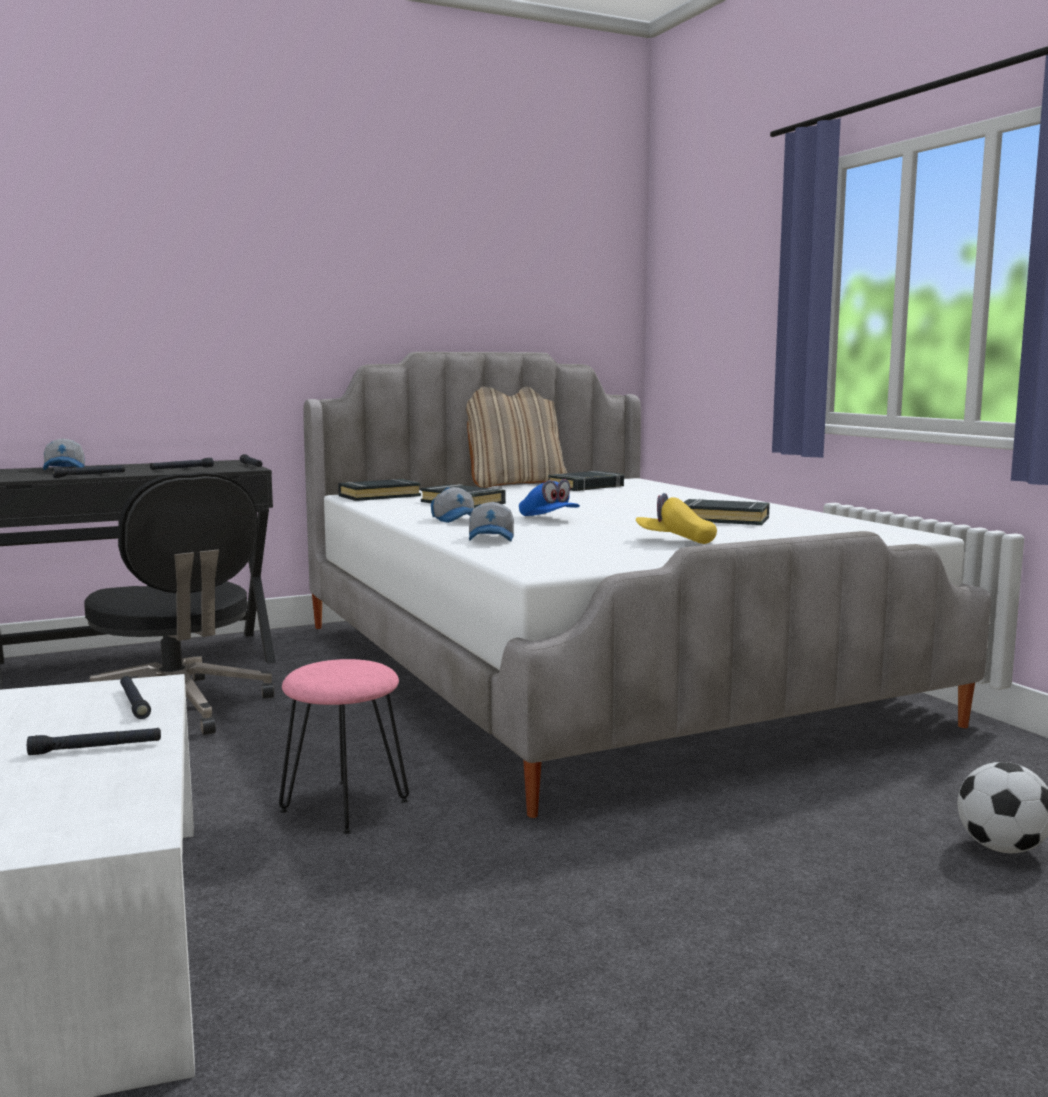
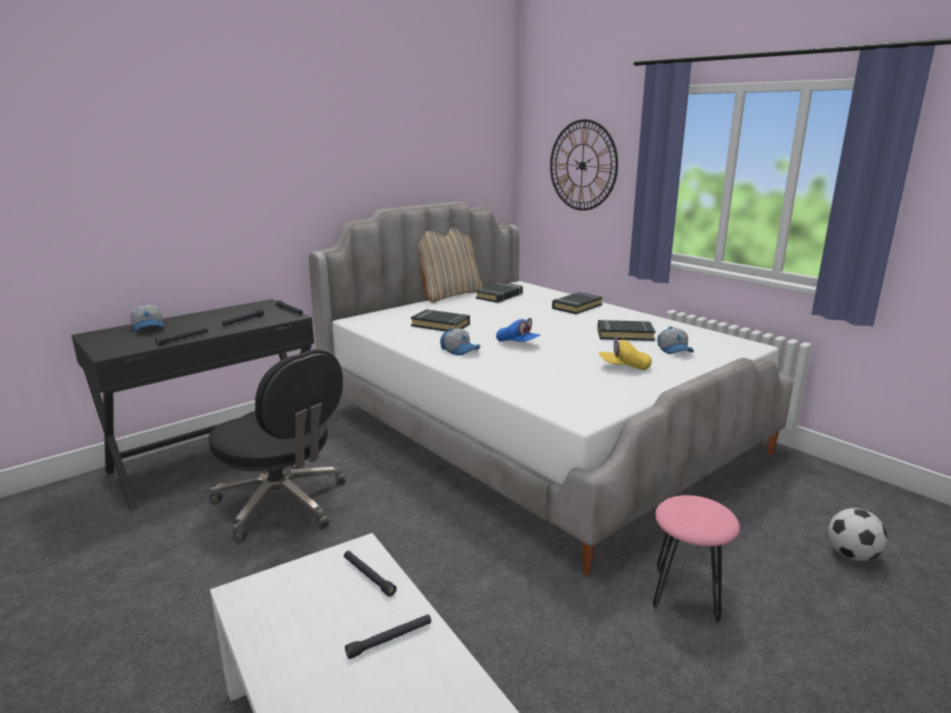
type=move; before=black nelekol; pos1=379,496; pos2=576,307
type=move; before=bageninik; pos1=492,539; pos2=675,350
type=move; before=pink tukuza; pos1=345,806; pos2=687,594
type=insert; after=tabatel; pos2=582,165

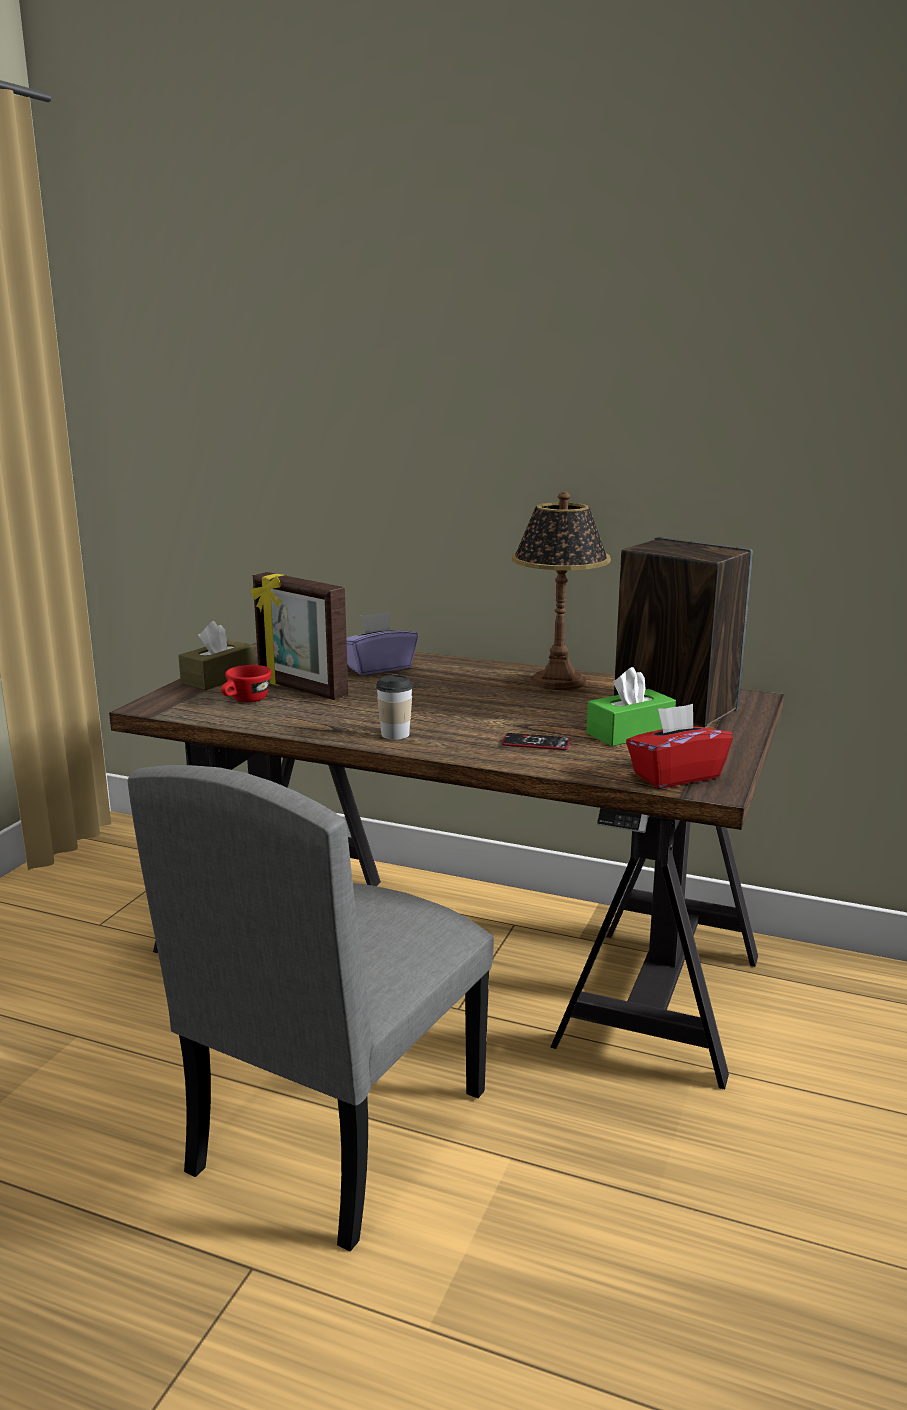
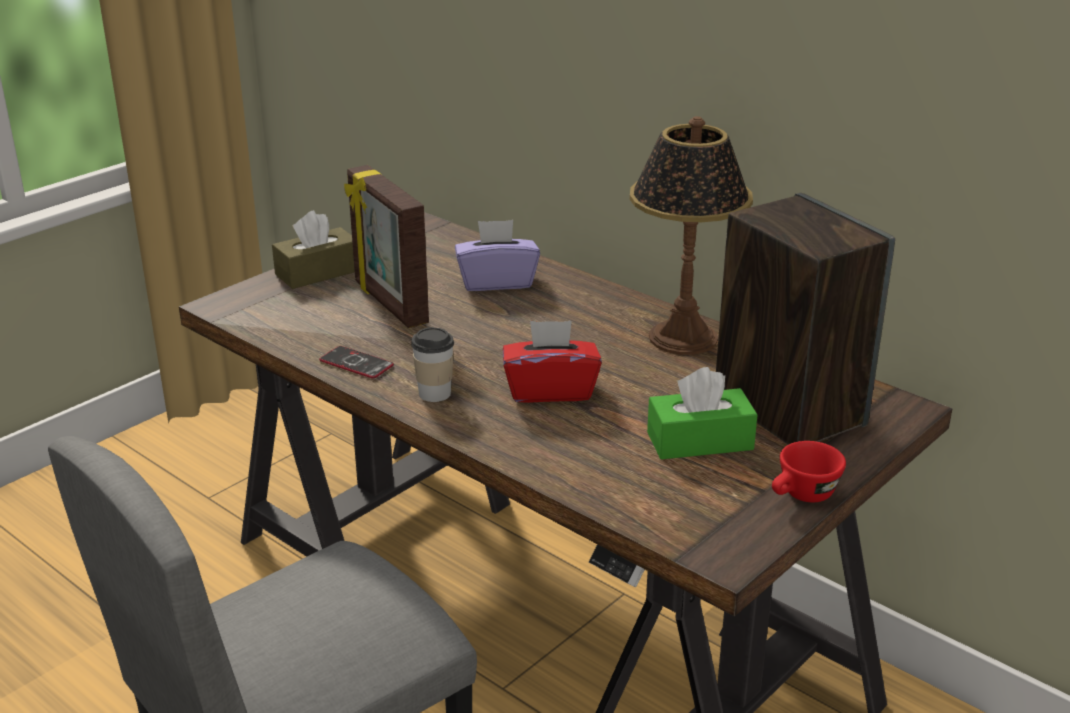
type=move; before=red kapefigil; pos1=245,701; pos2=802,496
type=move; before=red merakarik; pos1=675,776; pos2=550,390
type=move; before=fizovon; pos1=536,743; pos2=356,363

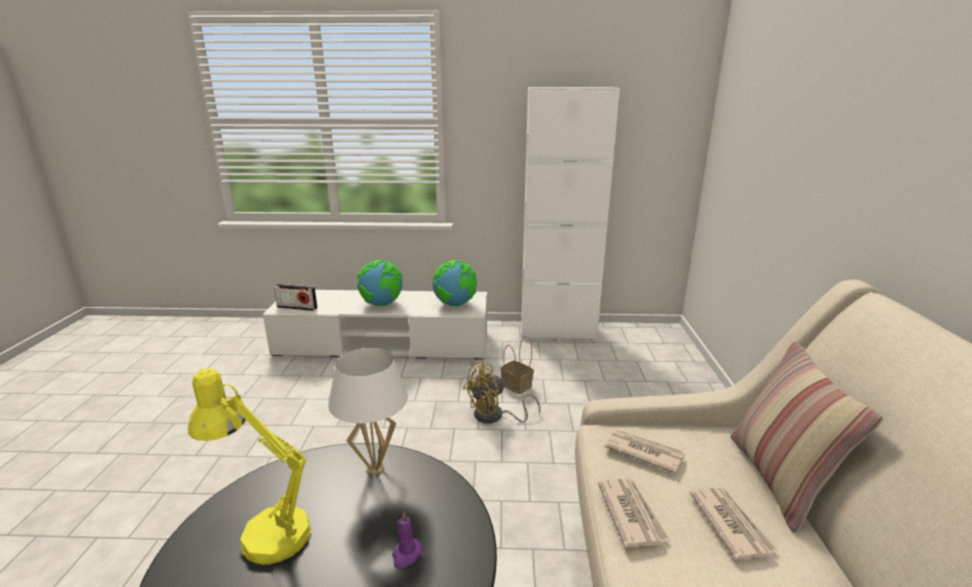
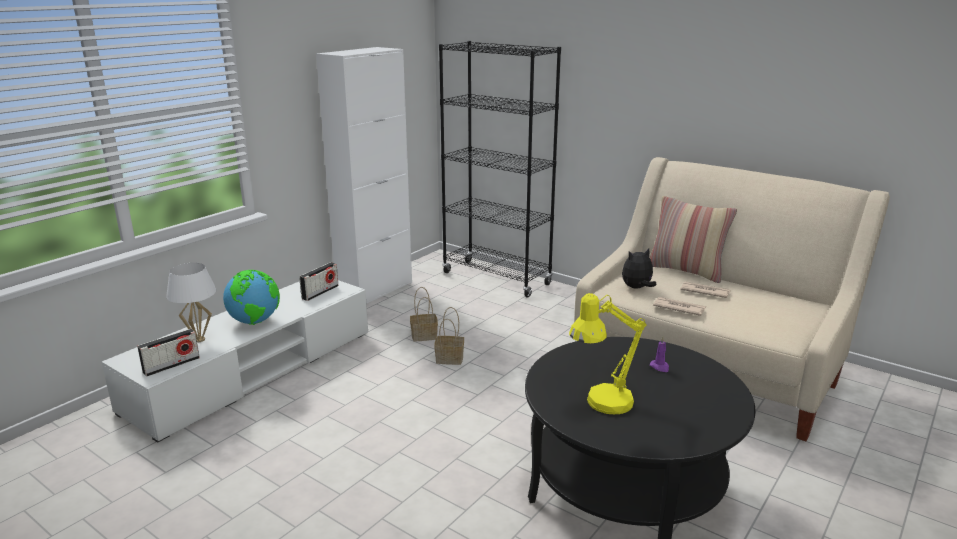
type=replace; before=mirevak; after=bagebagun; pos1=455,305; pos2=320,292
type=move; before=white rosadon; pos1=375,469; pos2=199,340
type=replace; before=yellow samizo; after=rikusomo; pos1=495,416; pos2=450,359
type=replace; before=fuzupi; after=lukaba; pos1=643,452; pos2=637,288
type=insert; after=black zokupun; pos2=496,278

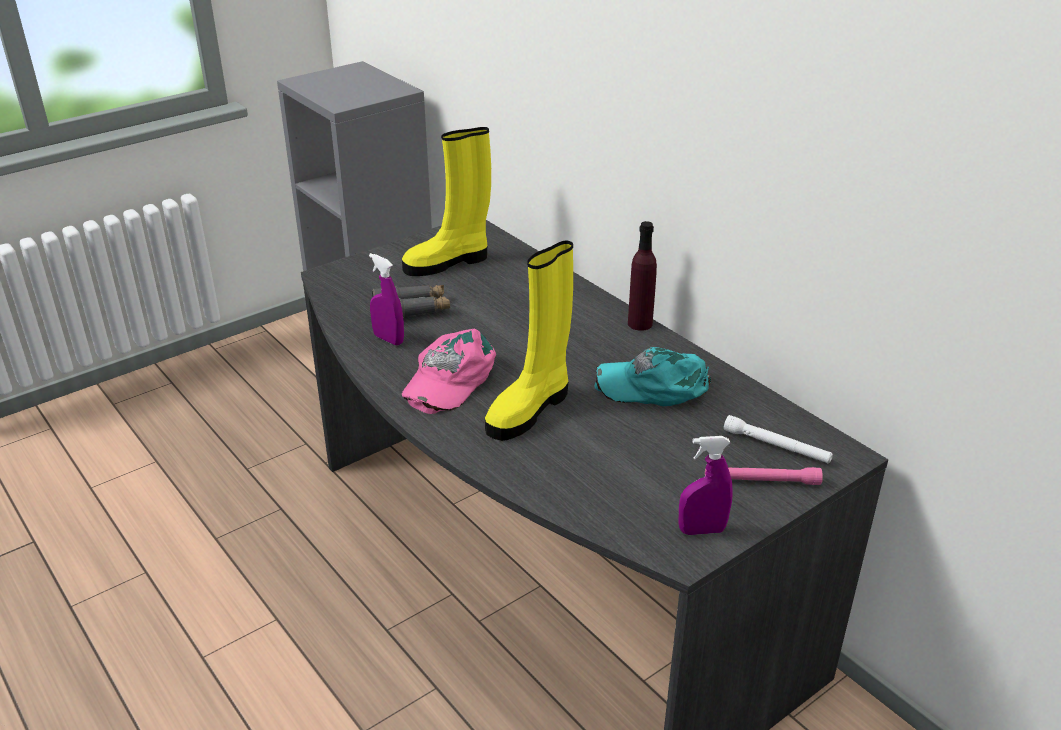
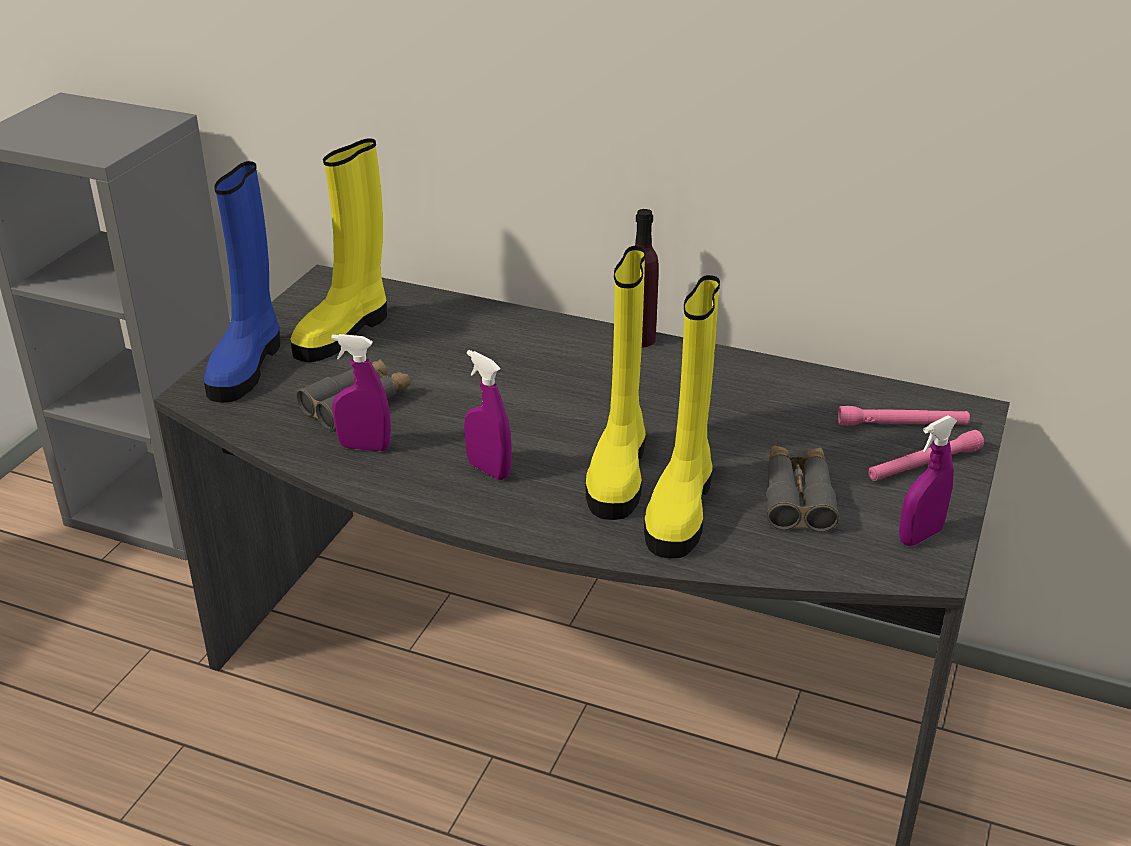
type=replace; before=pink bageninik; after=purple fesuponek; pos1=448,379; pos2=488,470
type=delete; before=turquoise bageninik; pos1=654,385
type=recolor; before=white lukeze; after=pink lukeze; pos1=776,446; pos2=902,424
type=insert; after=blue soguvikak; pos2=247,366
type=insert; after=yellow soguvikak; pos2=681,509
type=insert; after=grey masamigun; pos2=798,497

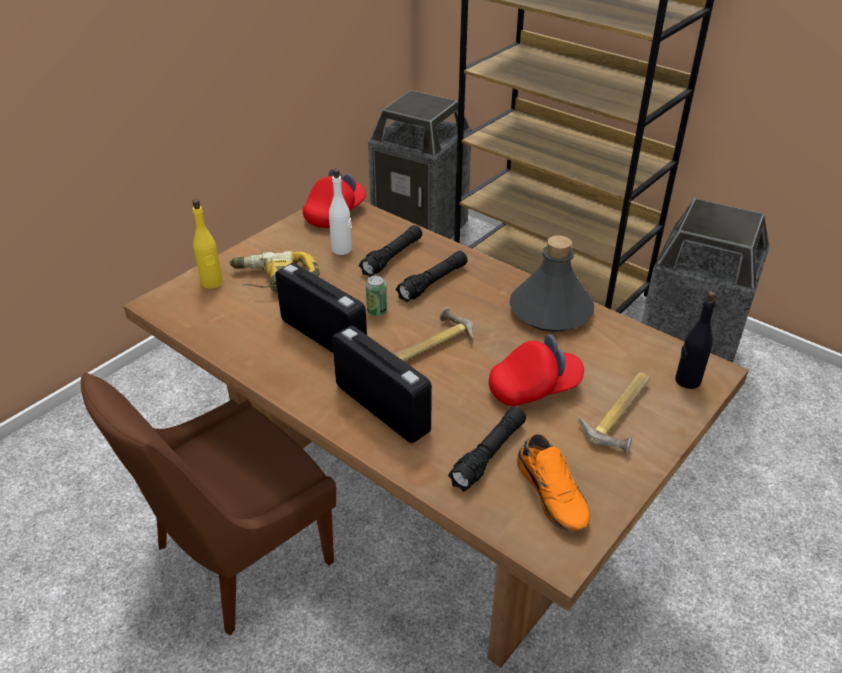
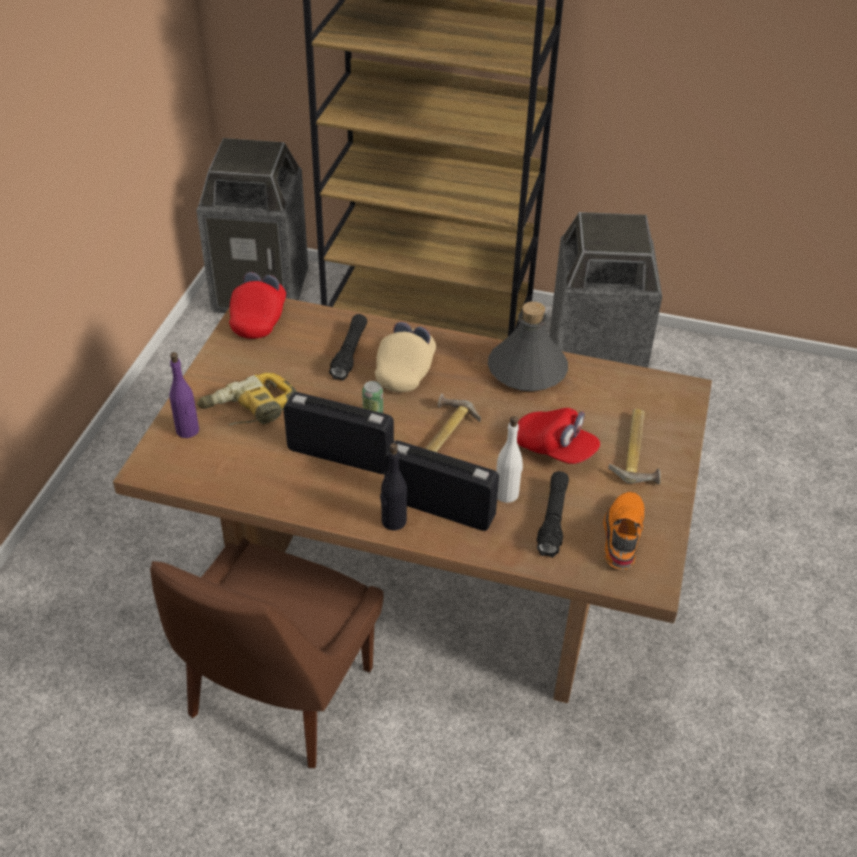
type=move; before=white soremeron; pos1=342,249; pos2=507,494
type=recolor; before=yellow soremeron; after=purple soremeron; pos1=212,282; pos2=188,430
type=replace; before=black lukeze; after=beige bageninik; pos1=433,283; pos2=405,370
type=move; before=black soremeron; pos1=687,380; pos2=393,521
type=rotate; before=red bageninik; pos1=534,388; pos2=555,449; turn=75
type=rotate; before=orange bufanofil; pos1=553,493; pos2=621,535; turn=-120

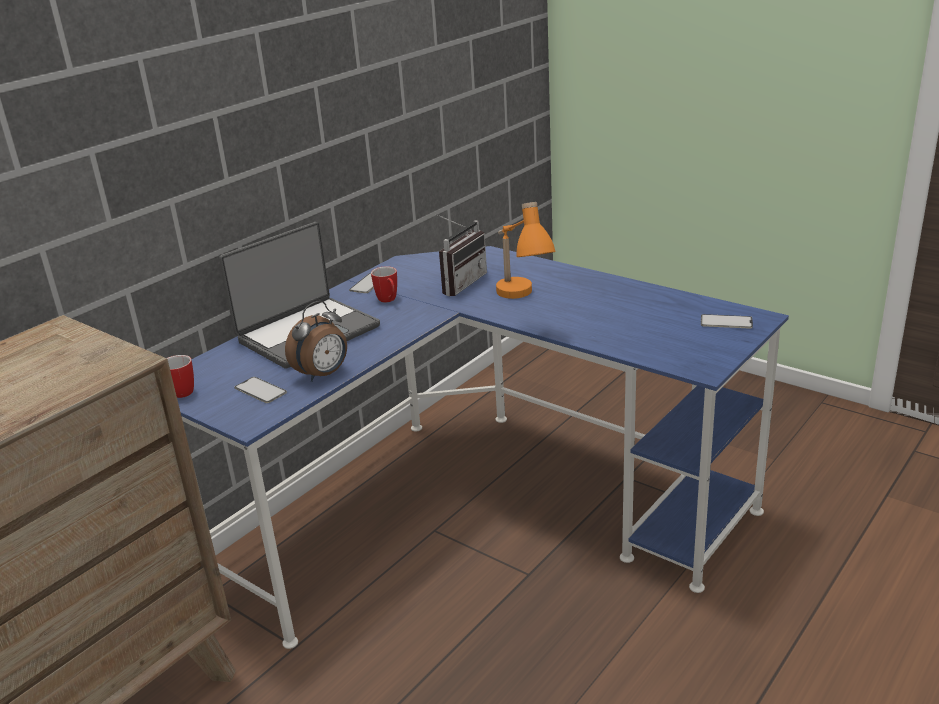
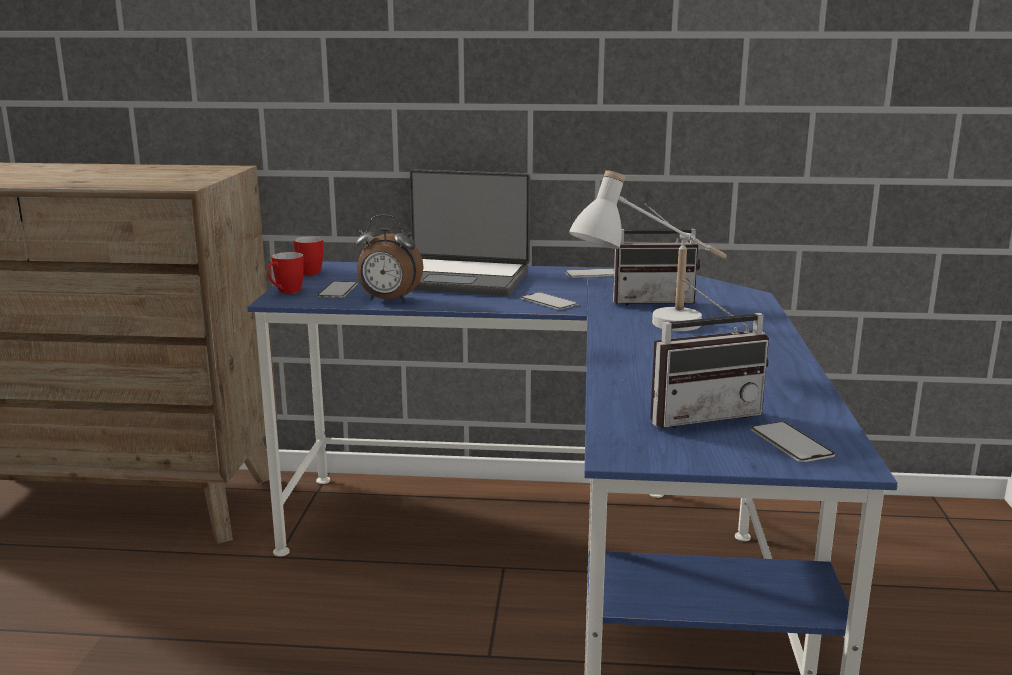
type=recolor; before=orange rosadon; after=white rosadon; pos1=520,302; pos2=654,331
type=move; before=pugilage; pos1=388,301; pos2=285,292
type=insert; after=bagebagun; pos2=700,414
type=insert; after=fizovon; pos2=549,301

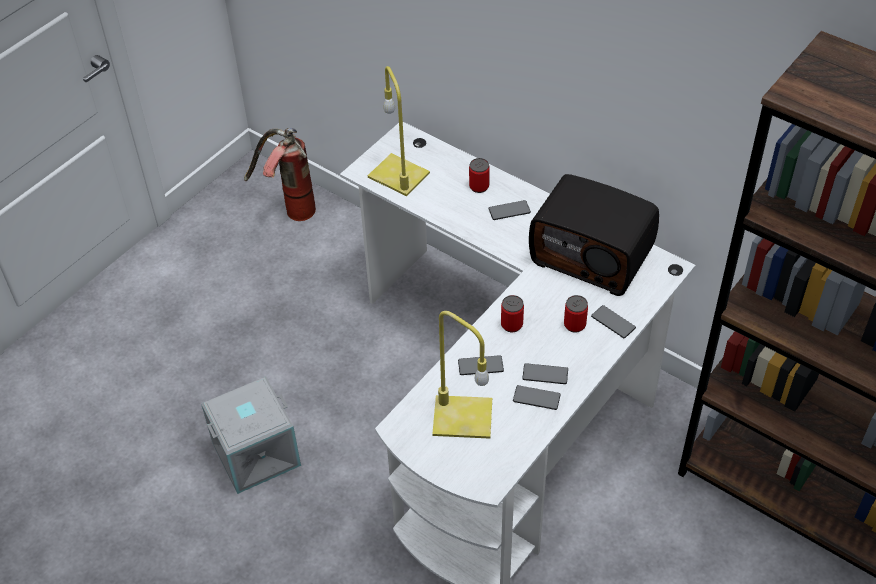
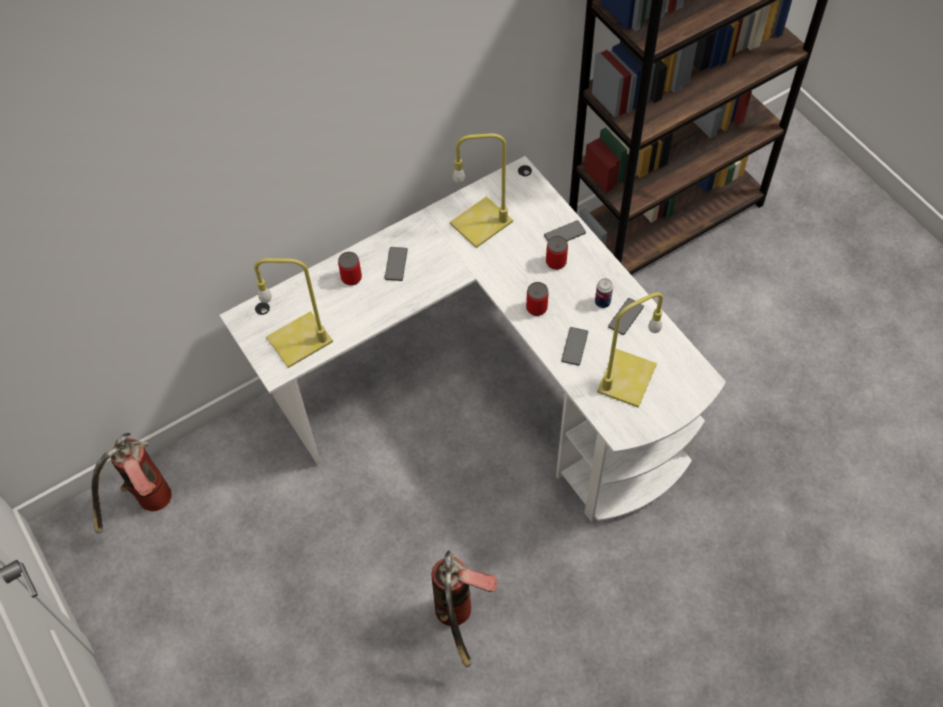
type=replace; before=bagebagun; after=yellow rosadon; pos1=592,255; pos2=482,221
type=replace; before=fizovon; after=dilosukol; pos1=545,374; pos2=602,302
type=replace; before=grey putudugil; after=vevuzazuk; pos1=256,452; pos2=460,622

